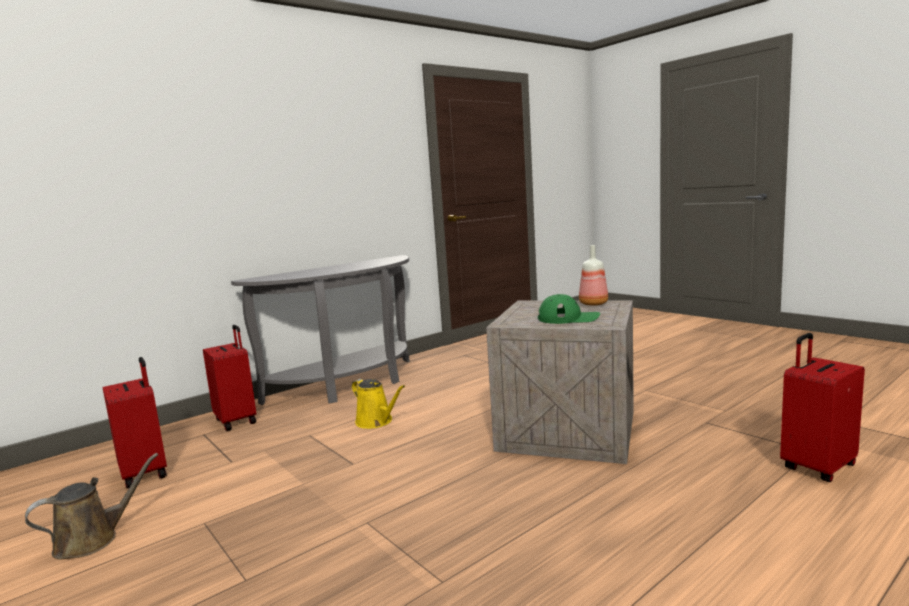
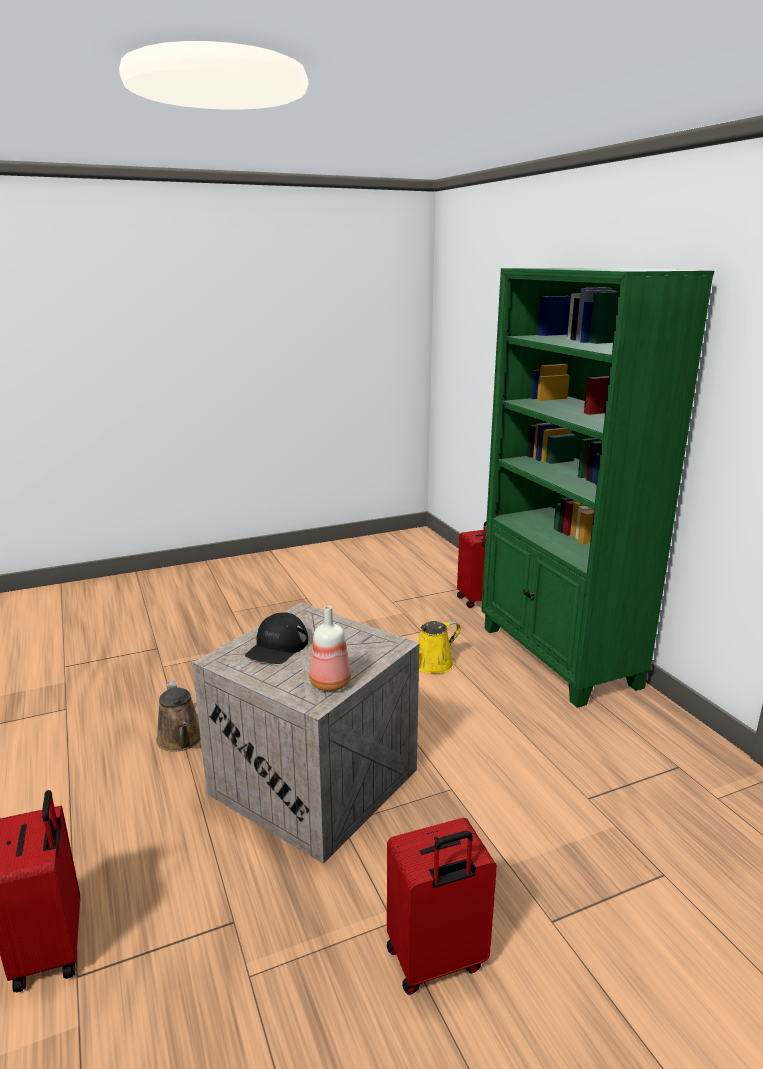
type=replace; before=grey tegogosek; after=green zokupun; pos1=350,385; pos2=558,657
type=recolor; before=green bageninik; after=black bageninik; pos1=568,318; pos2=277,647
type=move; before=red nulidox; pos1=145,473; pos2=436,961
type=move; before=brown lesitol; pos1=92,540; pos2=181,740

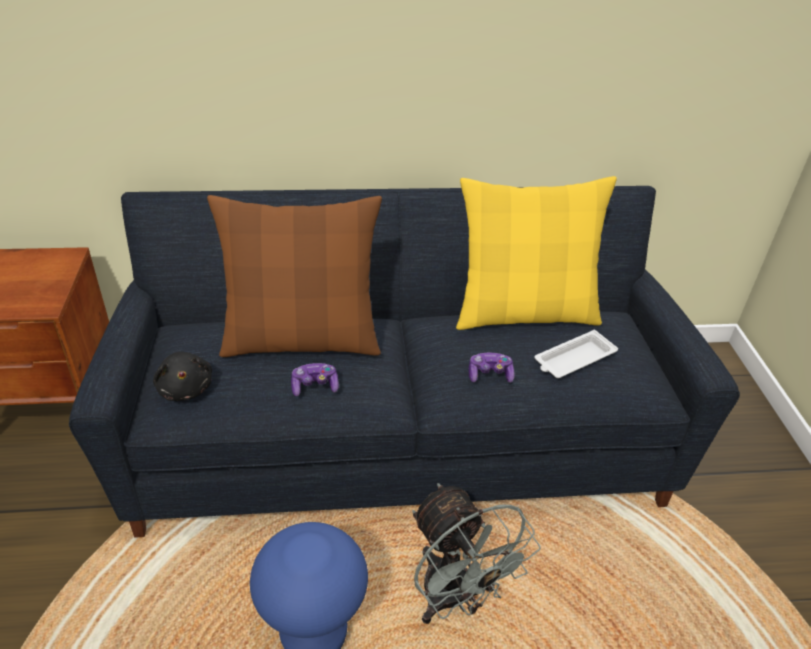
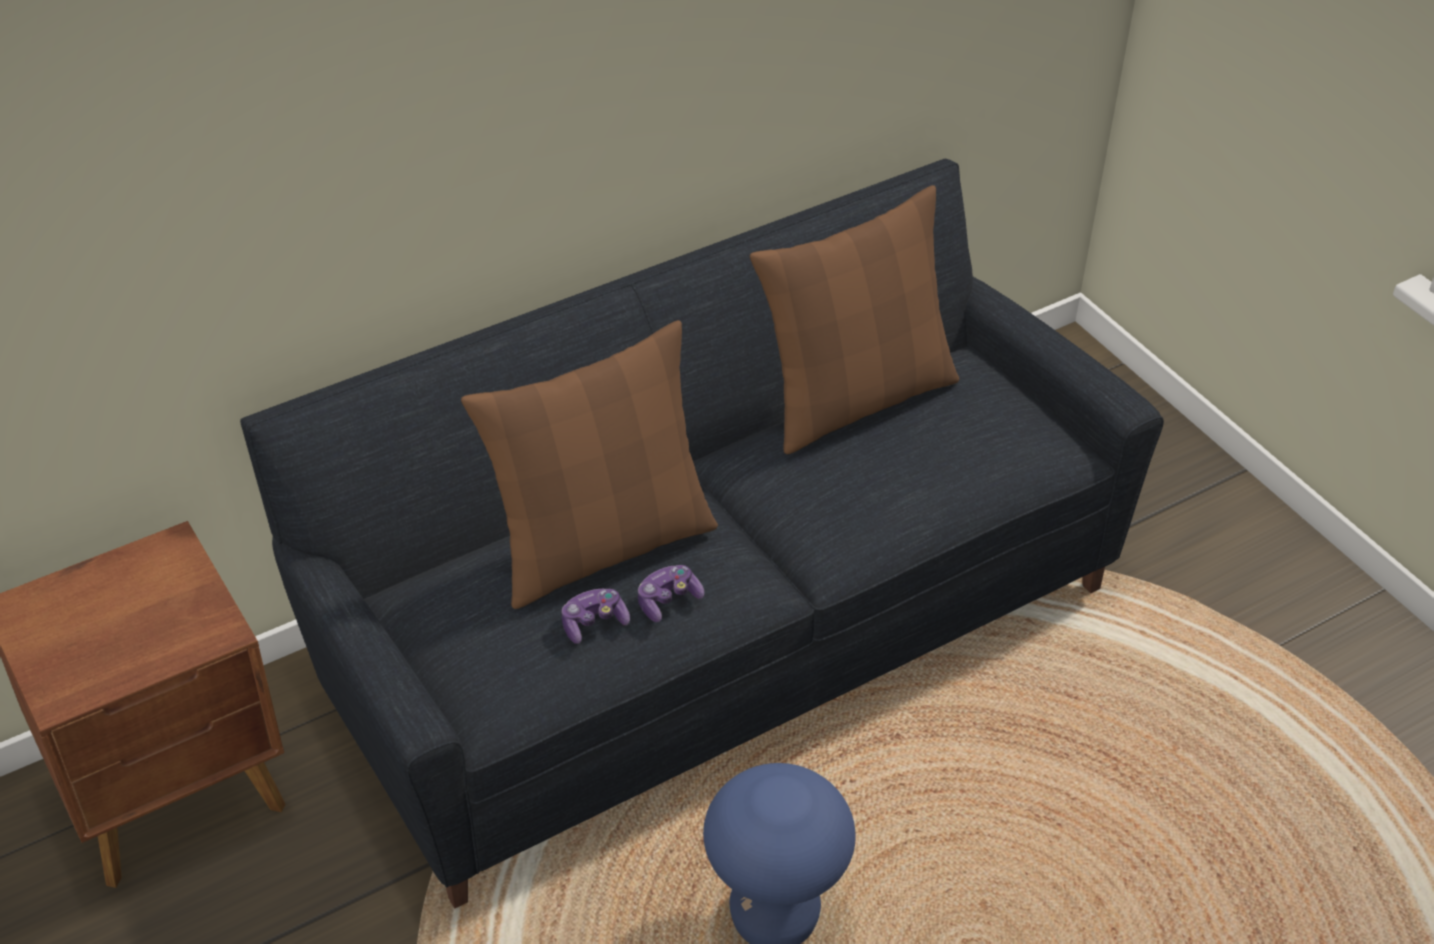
type=recolor; before=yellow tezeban; after=brown tezeban; pos1=524,313; pos2=855,399
type=delete; before=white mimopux; pos1=573,359
type=delete; before=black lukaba; pos1=185,388
type=move; before=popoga; pos1=489,374; pos2=593,623
type=delete; before=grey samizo; pos1=455,599

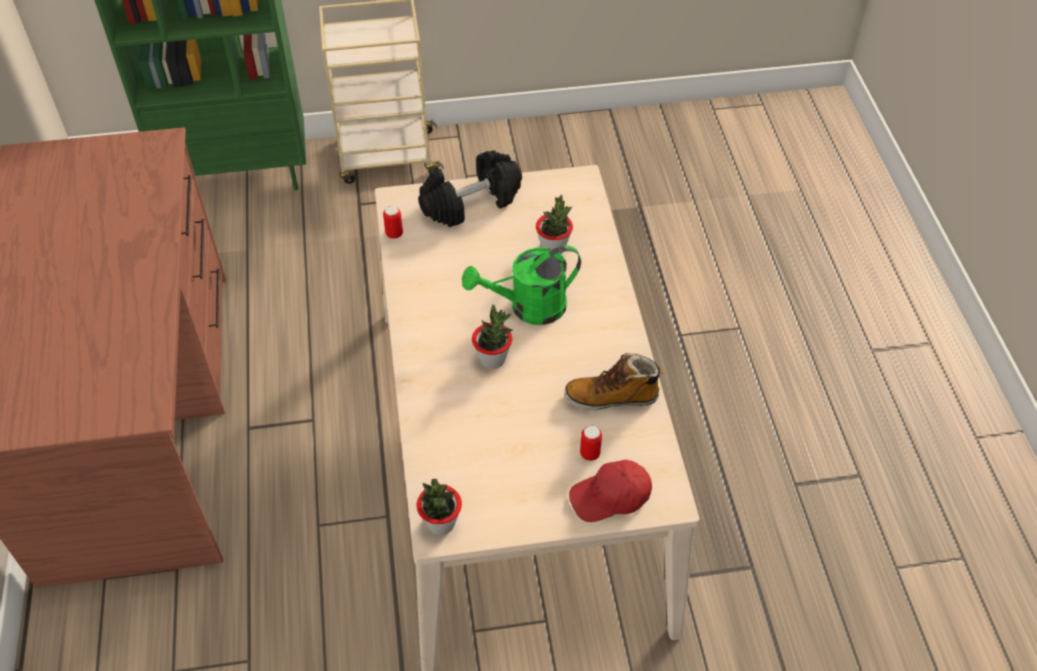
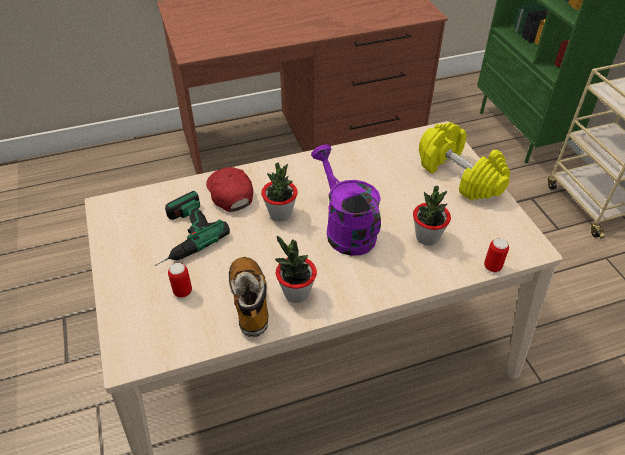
type=recolor; before=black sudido; after=yellow sudido; pos1=471,202; pos2=459,176
type=move; before=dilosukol; pos1=394,234; pos2=492,266
type=recolor; before=green lesitol; after=purple lesitol; pos1=528,308; pos2=345,229
type=move; before=red bageninik; pos1=610,496; pos2=230,193
type=move; before=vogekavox; pos1=441,523; pos2=296,293
type=insert; after=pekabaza; pos2=180,236

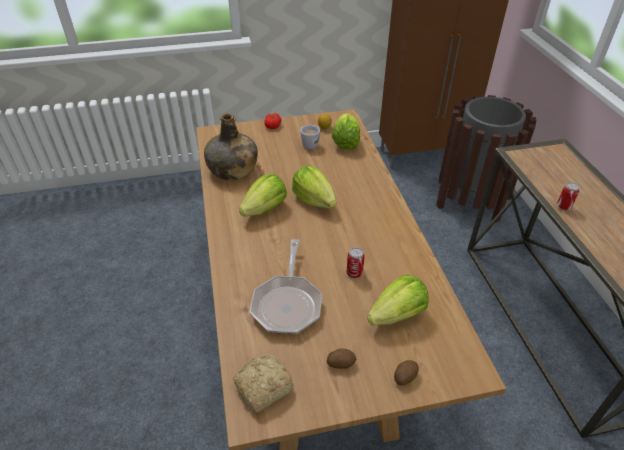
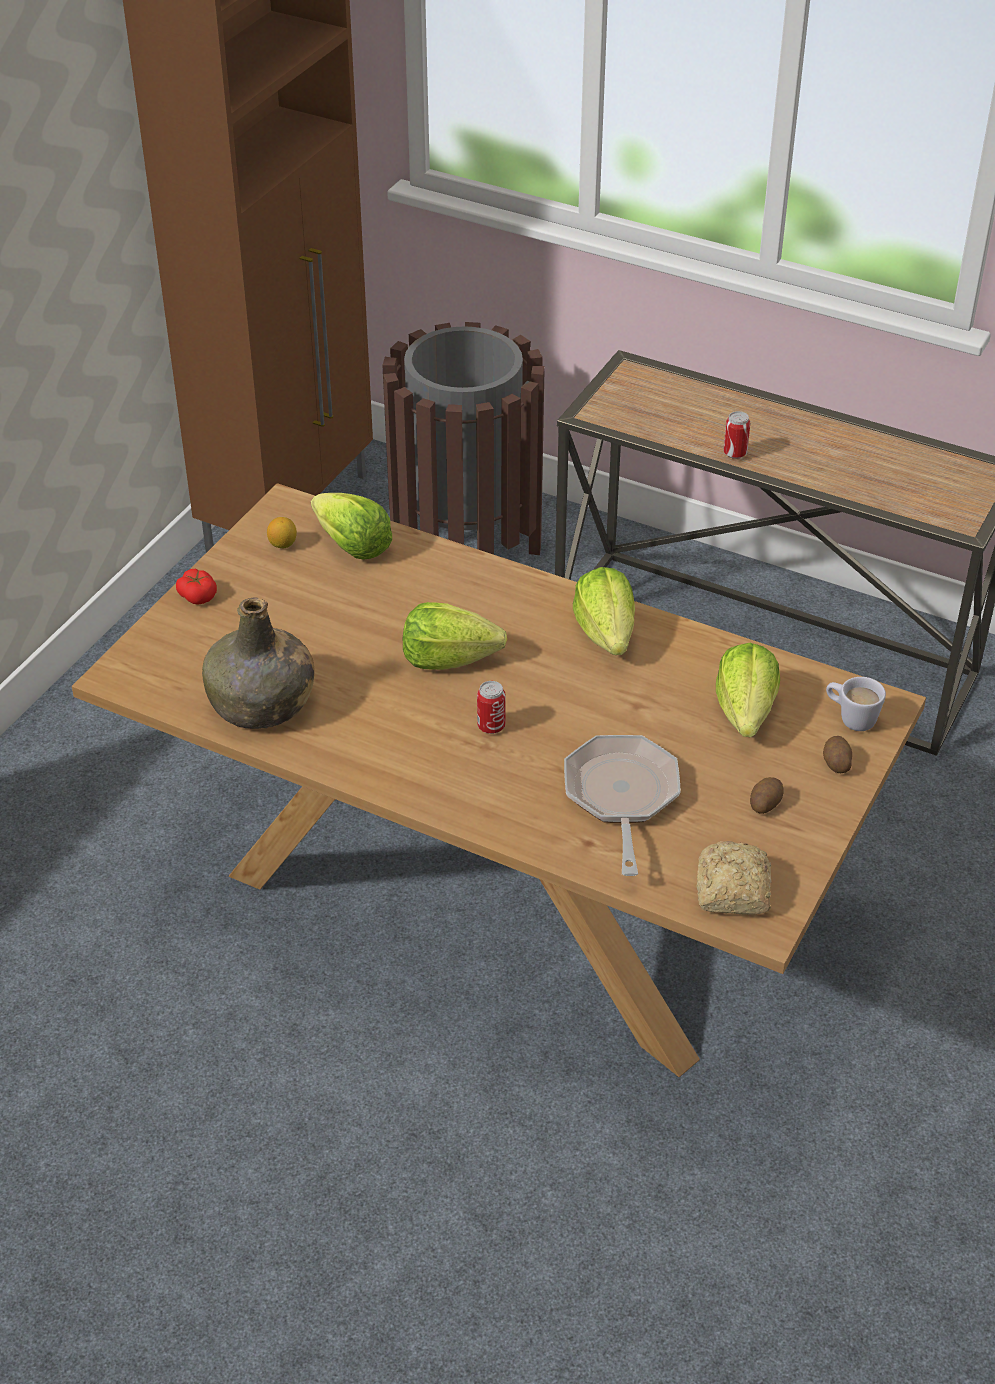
type=move; before=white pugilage; pos1=310,143; pos2=850,718
type=move; before=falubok; pos1=265,209; pos2=606,634
type=rotate; before=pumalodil; pos1=287,303; pos2=621,797; turn=-135
type=move; before=dilosukol; pos1=354,273; pos2=491,726

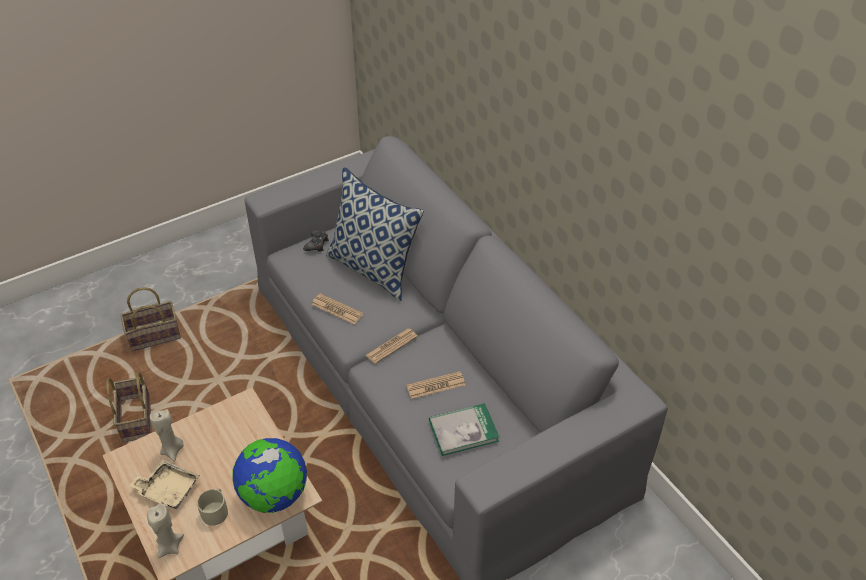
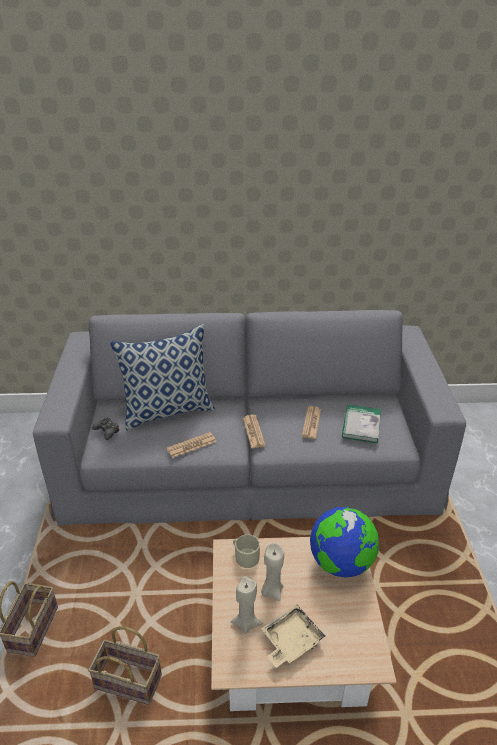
type=move; before=beige pugilage; pos1=216,510; pos2=245,556
type=move; before=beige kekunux; pos1=169,546; pos2=272,591

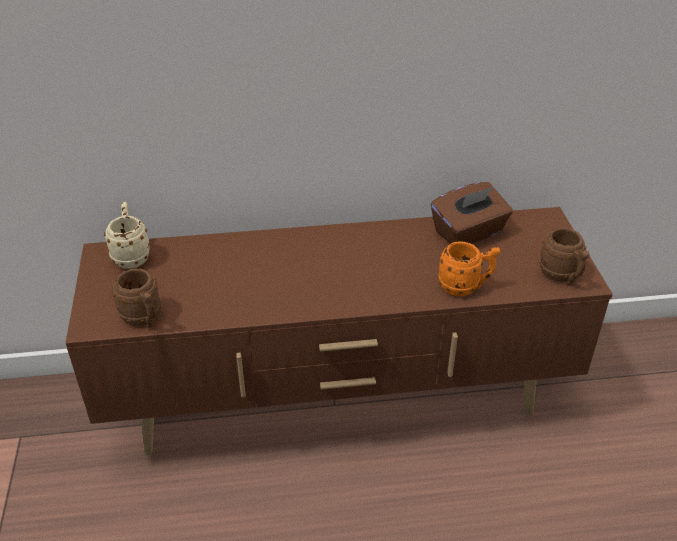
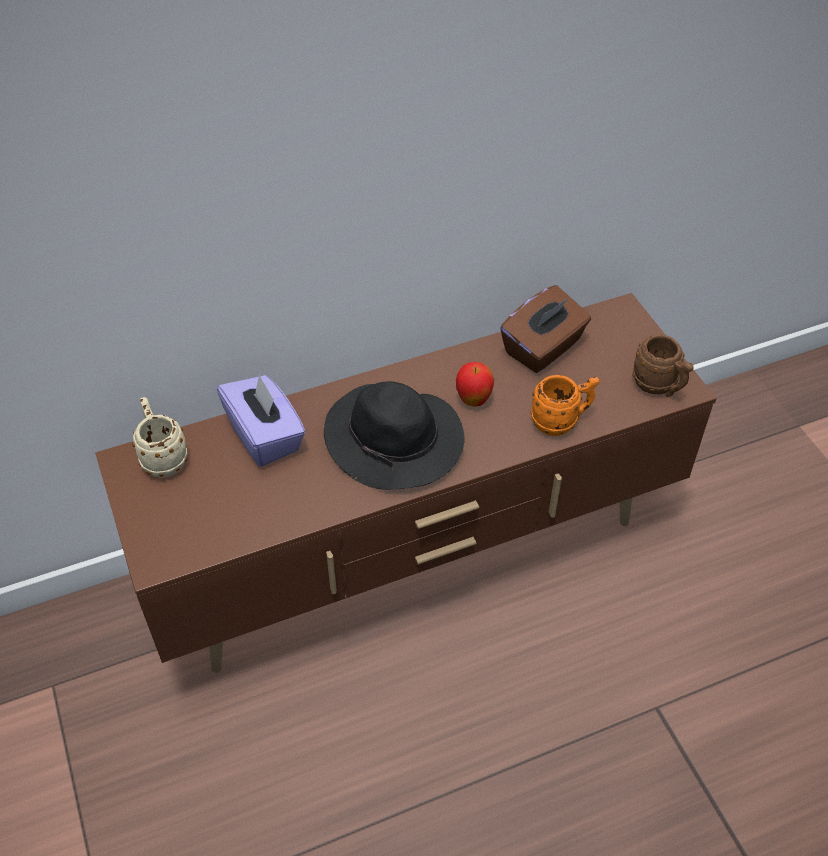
type=delete; before=brown pugilage; pos1=144,319
type=insert; after=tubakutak; pos2=473,400
type=insert; after=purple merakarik; pos2=265,436
type=insert; after=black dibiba; pos2=396,442

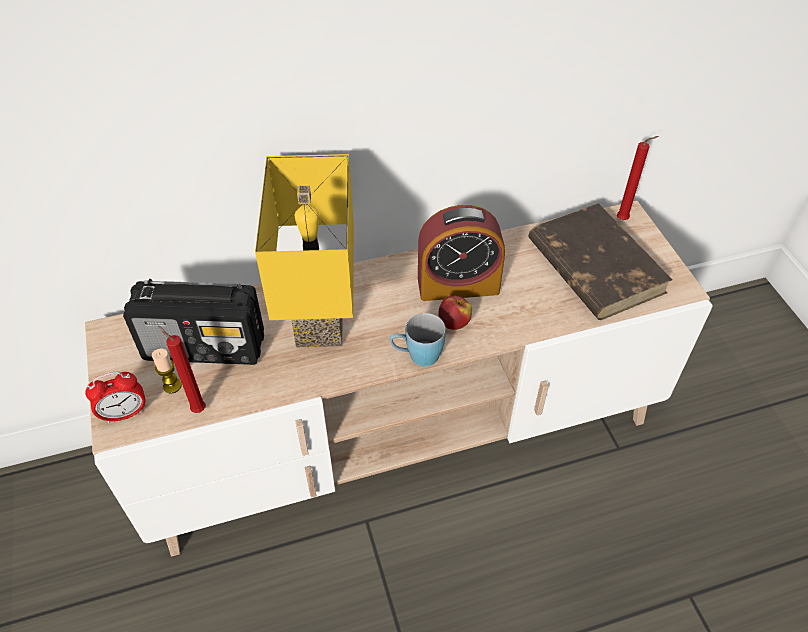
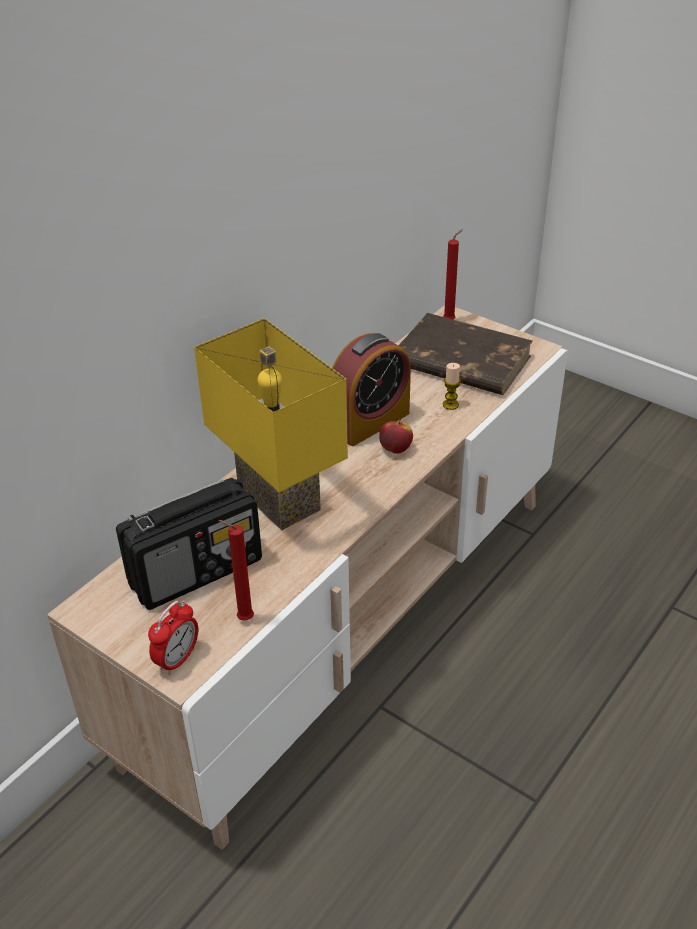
type=delete; before=blue pugilage; pos1=417,356
type=move; before=kekunux; pos1=172,386; pos2=450,405

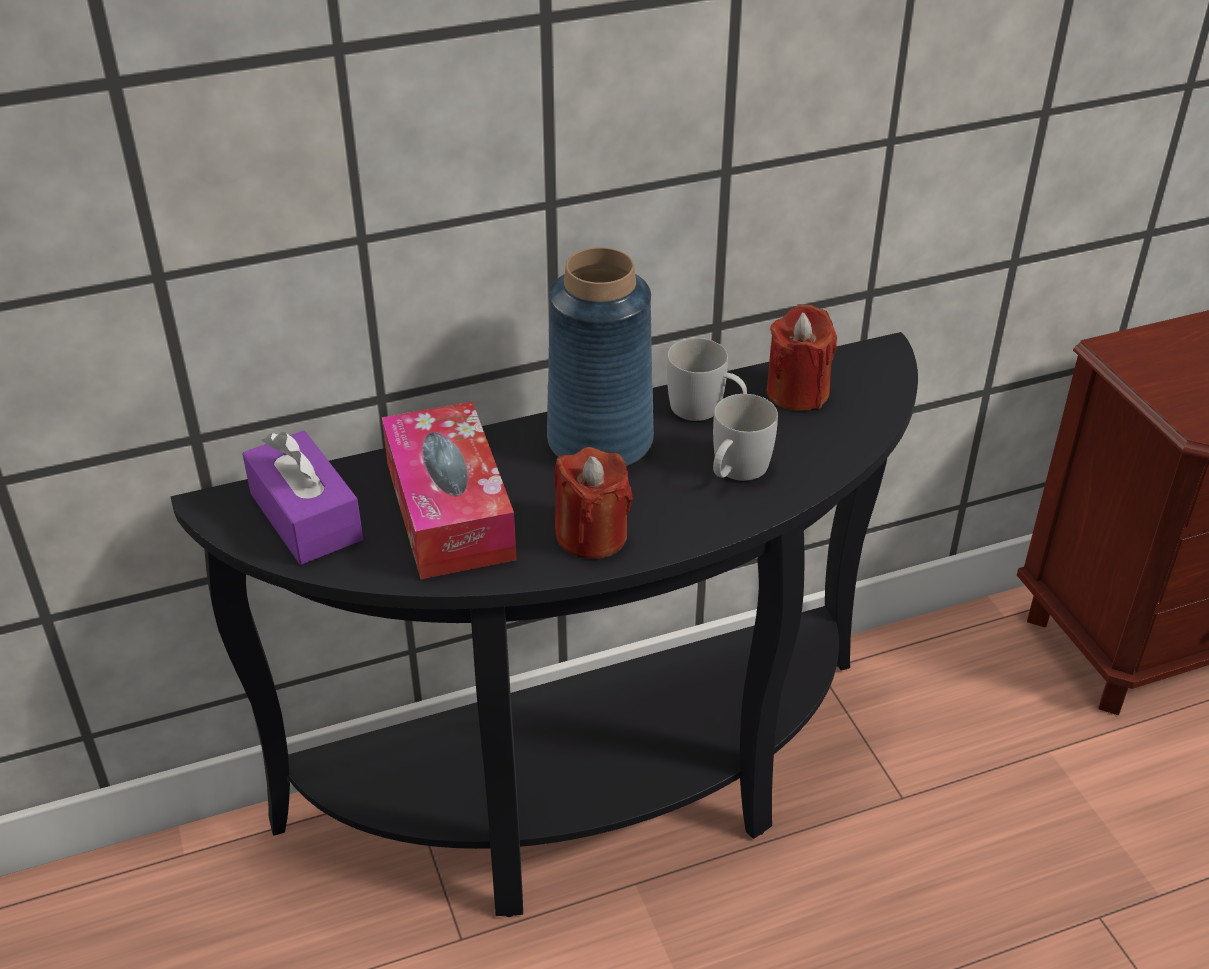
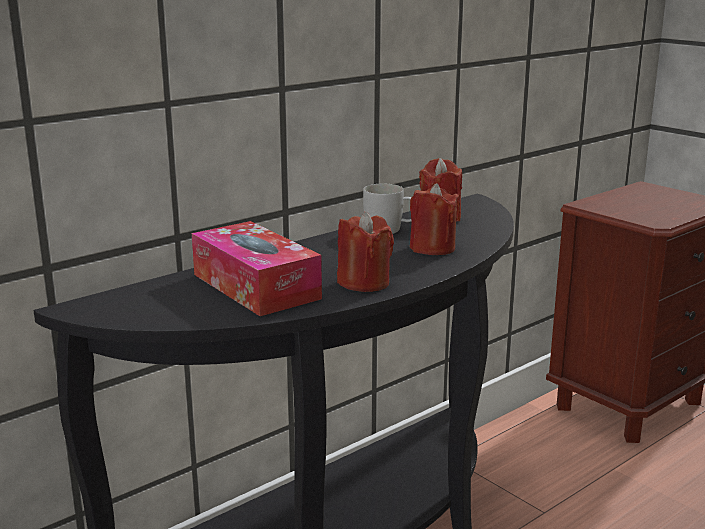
type=delete; before=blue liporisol; pos1=599,441
type=replace; before=white pugilage; after=red kekunux; pos1=736,471; pos2=432,248
type=delete; before=purple merakarik; pos1=306,517

